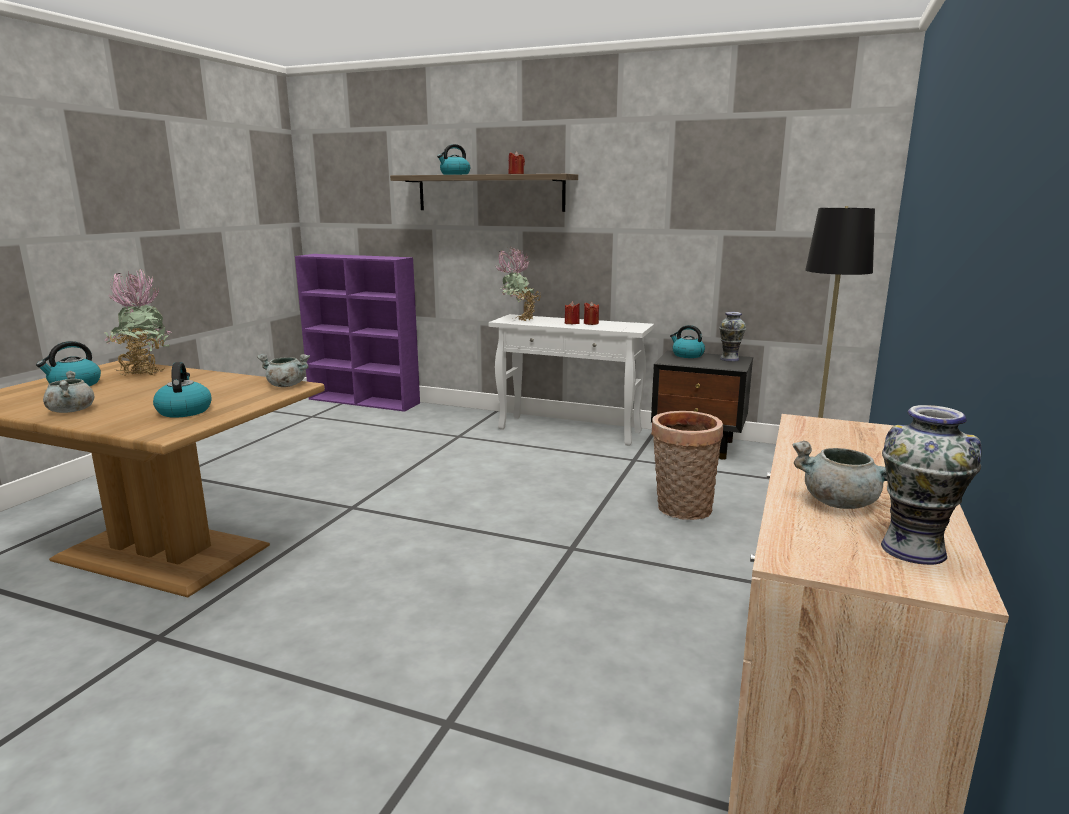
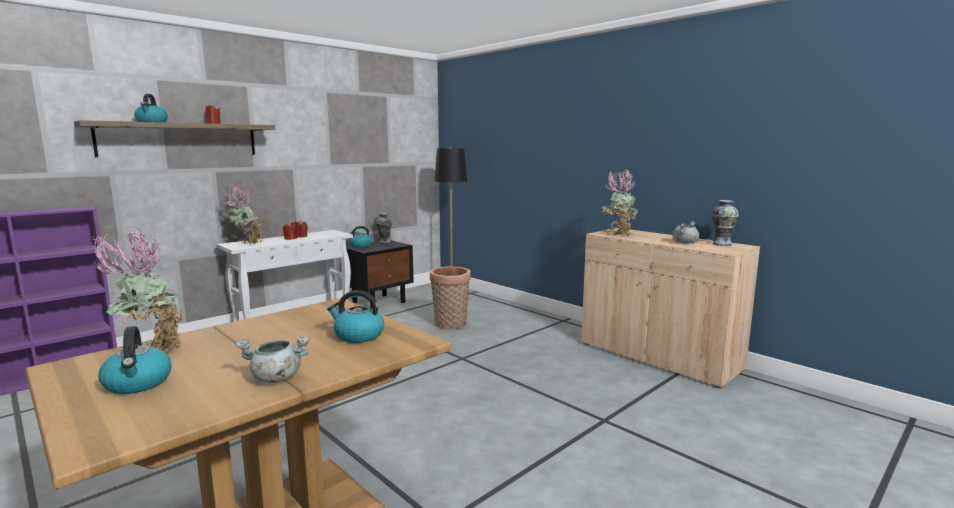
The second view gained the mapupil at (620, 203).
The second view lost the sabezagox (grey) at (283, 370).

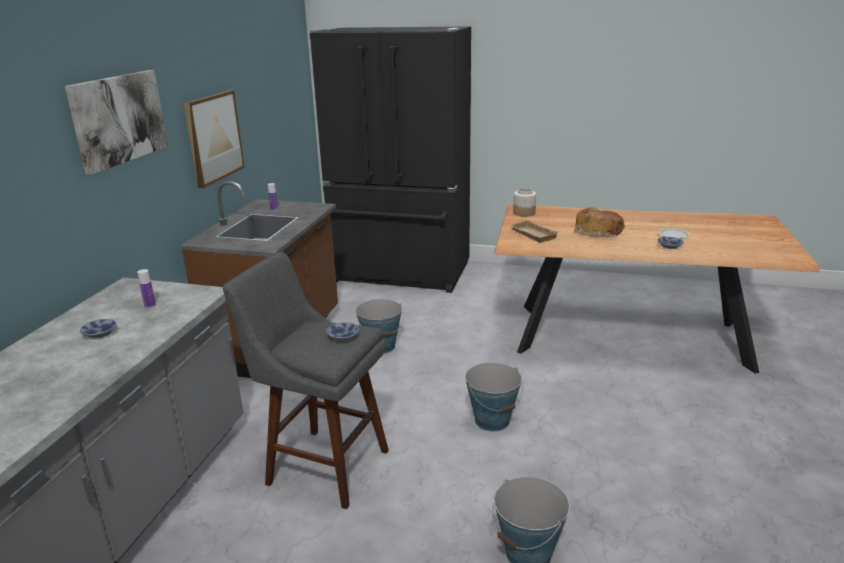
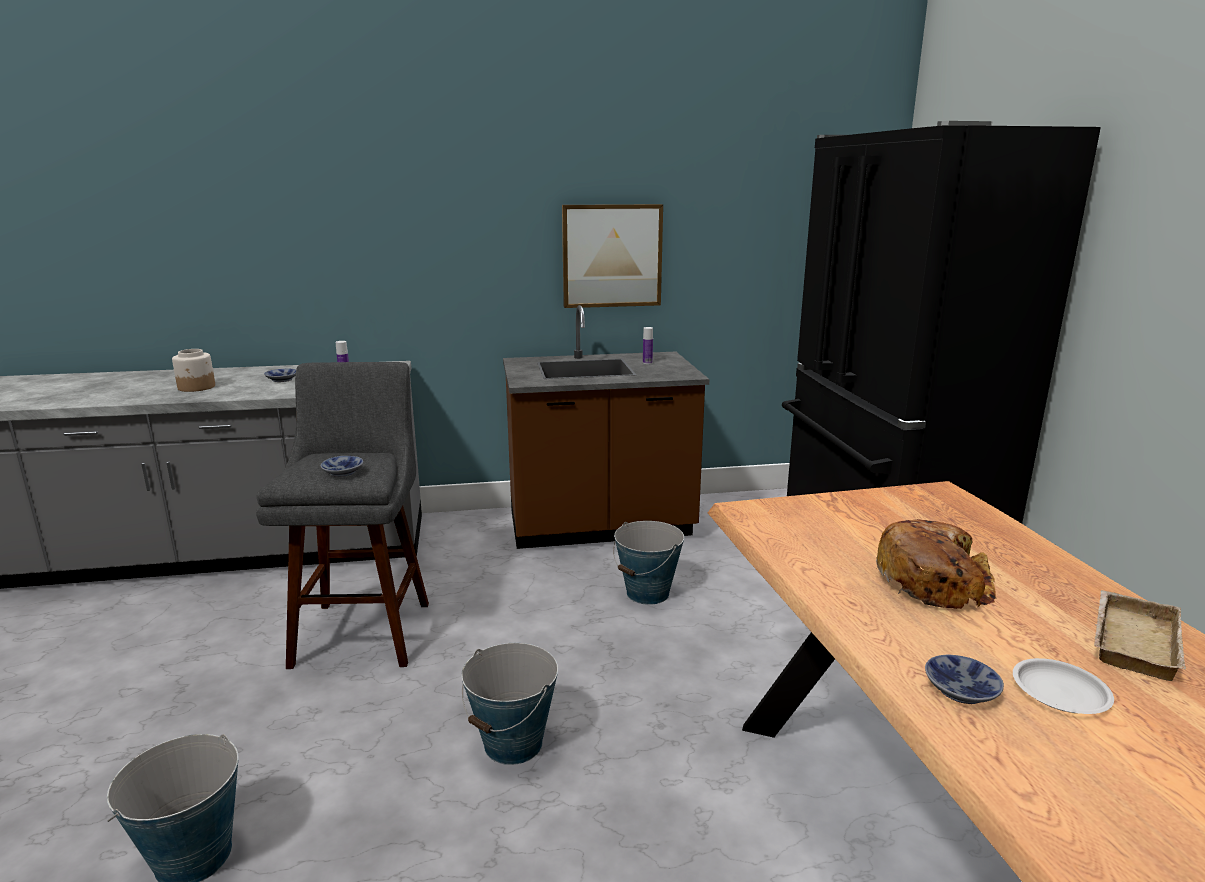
The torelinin ended up elsewhere, having gone from (524, 202) to (193, 370).
The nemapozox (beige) ended up elsewhere, having gone from (534, 231) to (1140, 635).
The second view lost the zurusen at (116, 122).

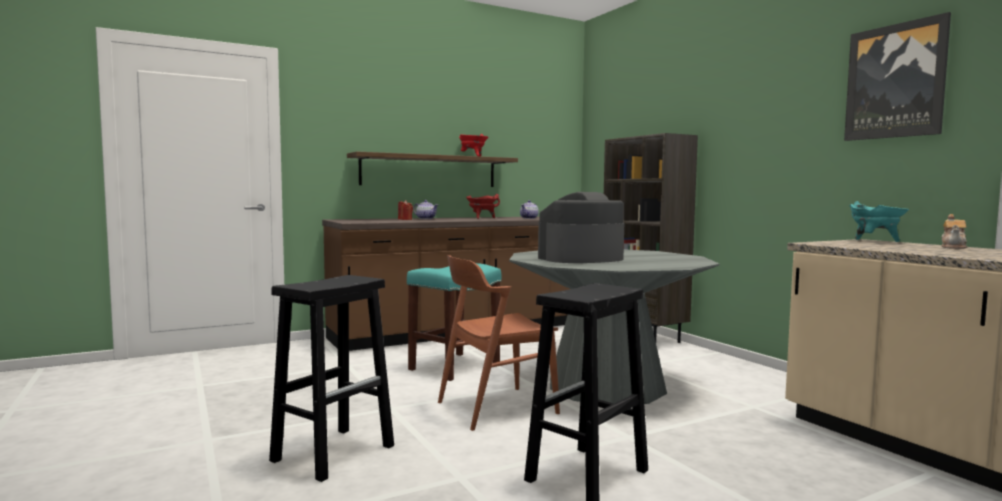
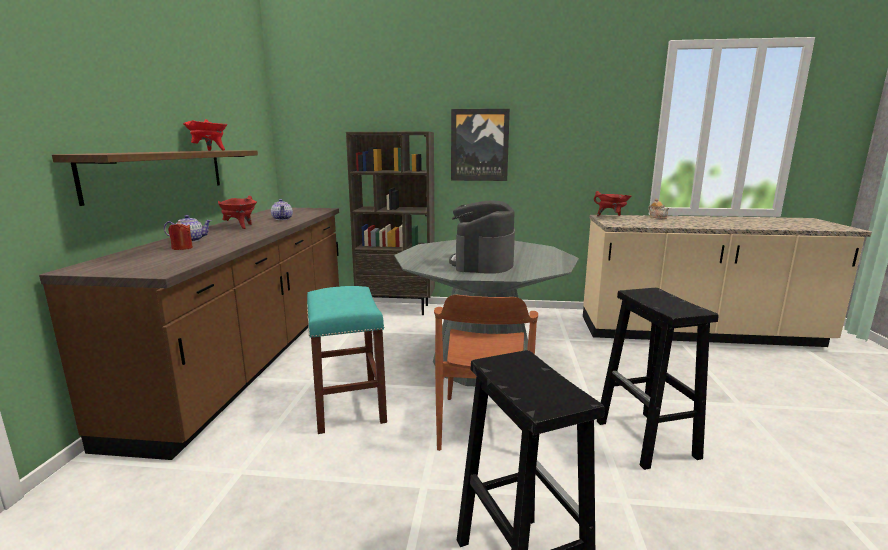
The zurusen ended up elsewhere, having gone from (897, 76) to (480, 145).
What was the sabezagox (turquoise) at (879, 221) turned into the sabezagox (red) at (613, 203).

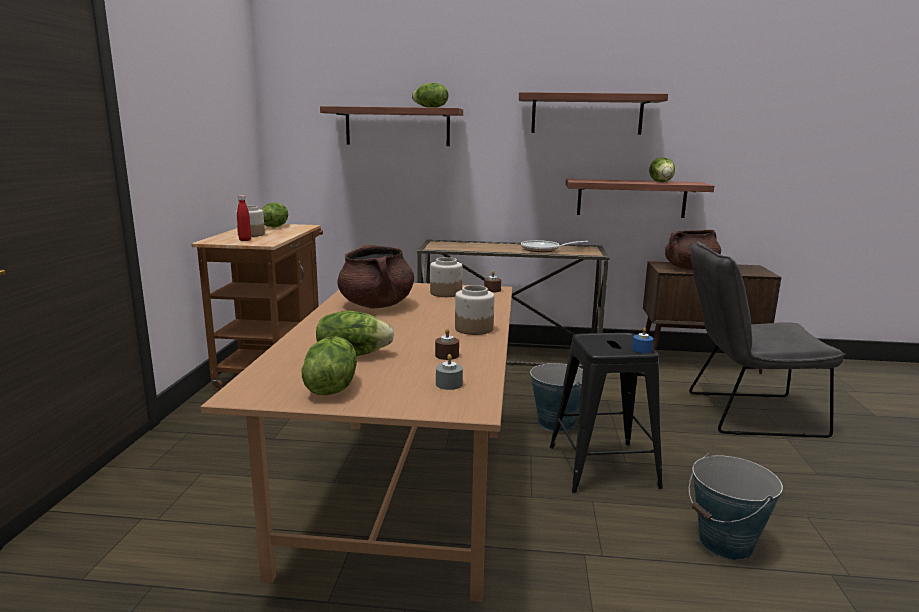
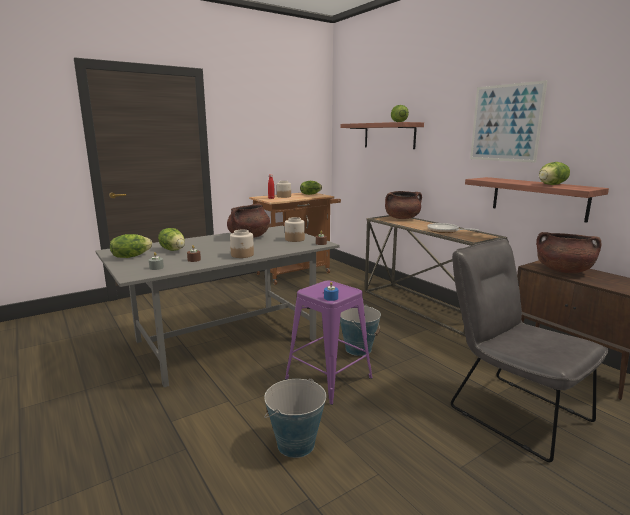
What was the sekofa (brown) at (356, 442) turned into the sekofa (grey) at (217, 306).
What was the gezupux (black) at (606, 413) turned into the gezupux (purple) at (329, 342).
The second view gained the sabezagox (brown) at (403, 205).
Where the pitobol hung at (593, 113), the zurusen came to hang at (509, 121).

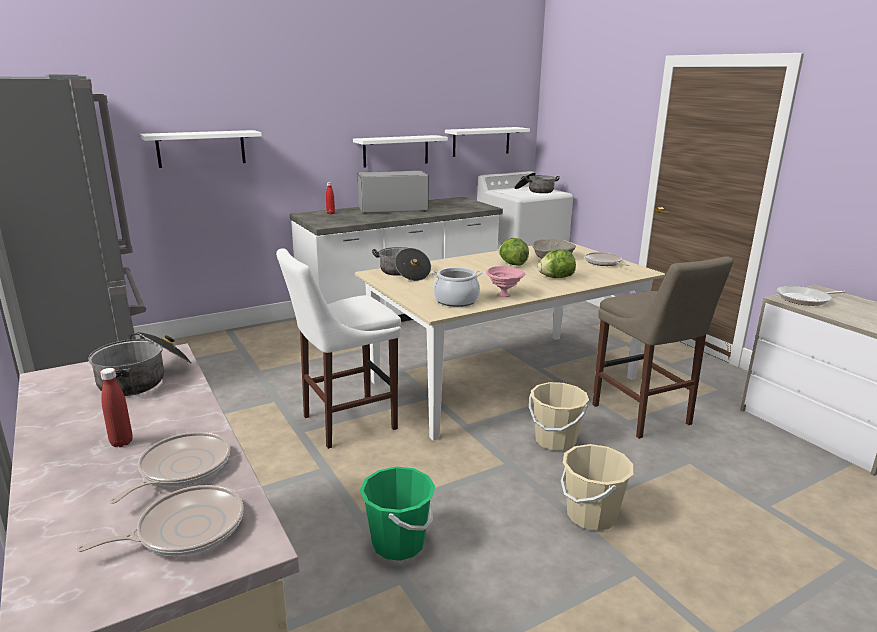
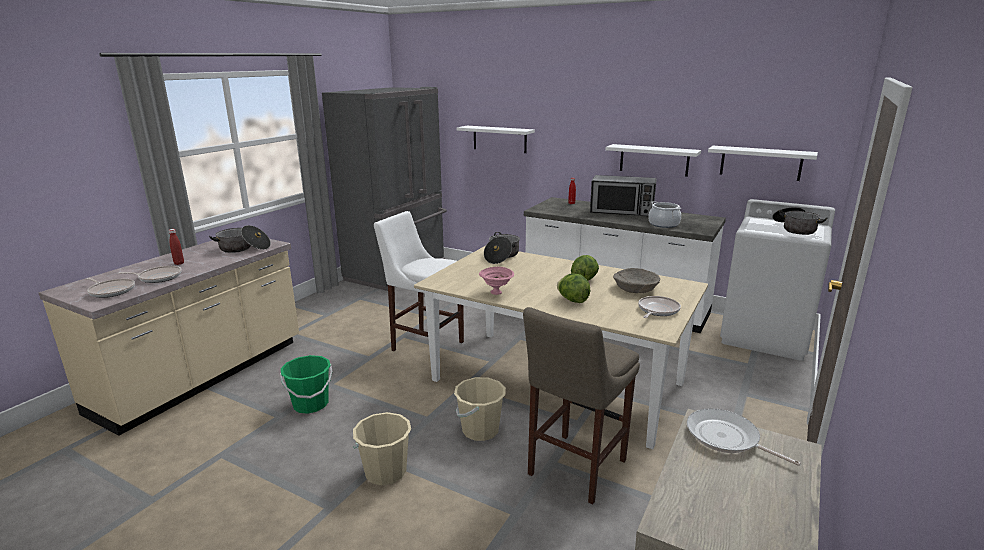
The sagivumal at (393, 192) ended up facing another way, 150 degrees clockwise from before.
The sabezagox ended up elsewhere, having gone from (457, 287) to (664, 214).

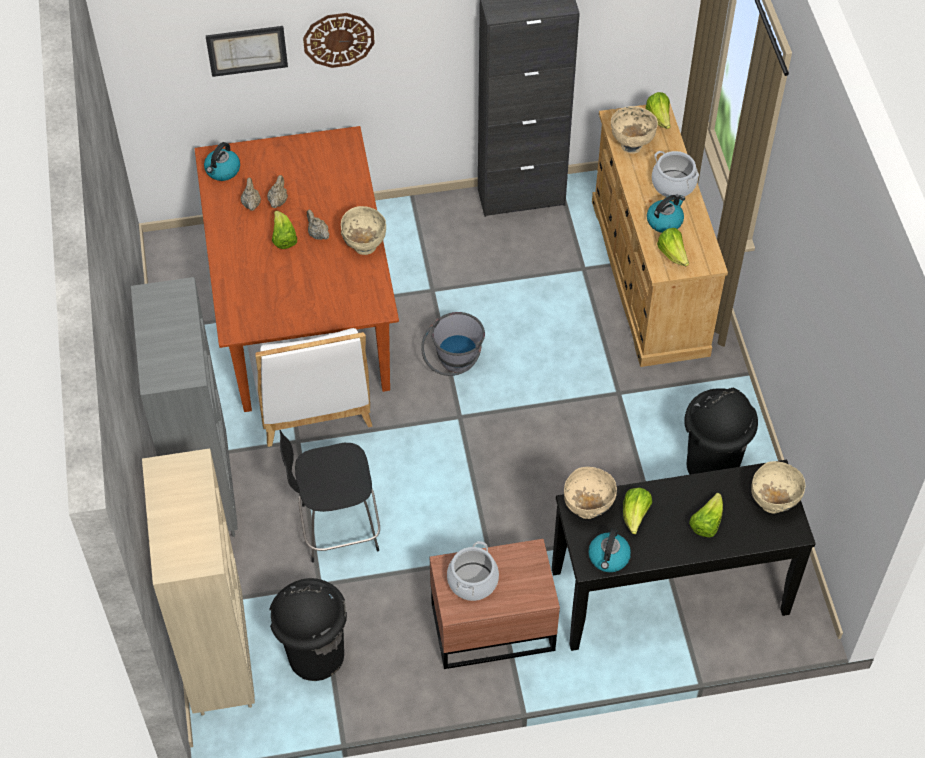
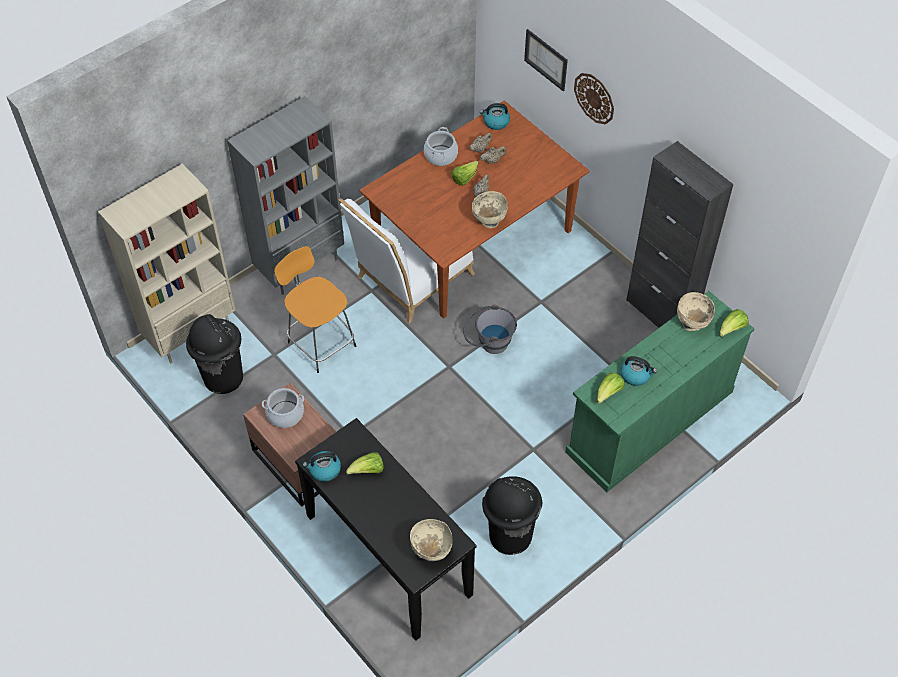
What was the gezupux (black) at (329, 496) turned into the gezupux (orange) at (315, 309).
The sabezagox ended up elsewhere, having gone from (675, 174) to (441, 146).
What was the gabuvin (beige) at (660, 235) turned into the gabuvin (green) at (659, 392).
The second view lost the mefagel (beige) at (590, 493).
The second view lost the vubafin at (706, 515).

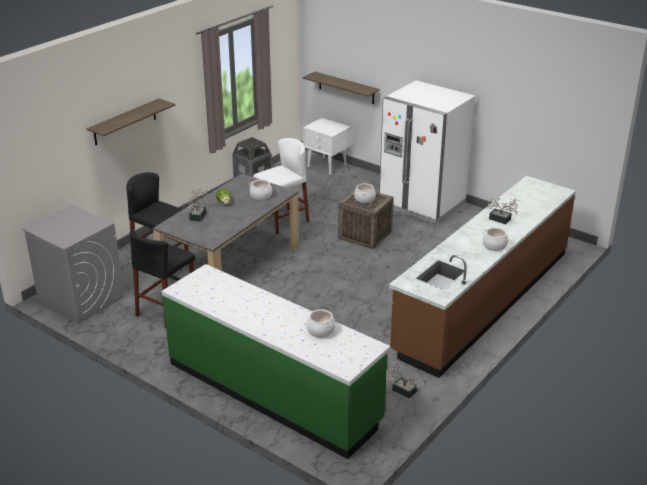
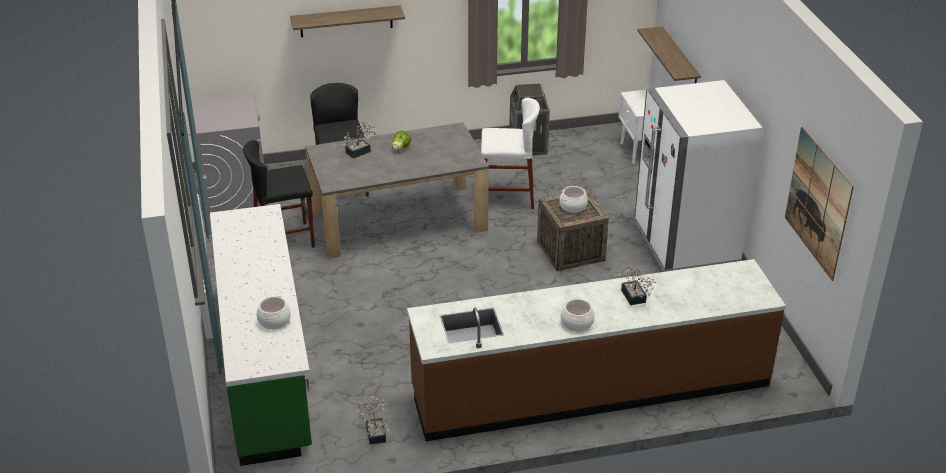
The second view gained the zurusen at (819, 204).
The second view lost the sabezagox at (260, 189).

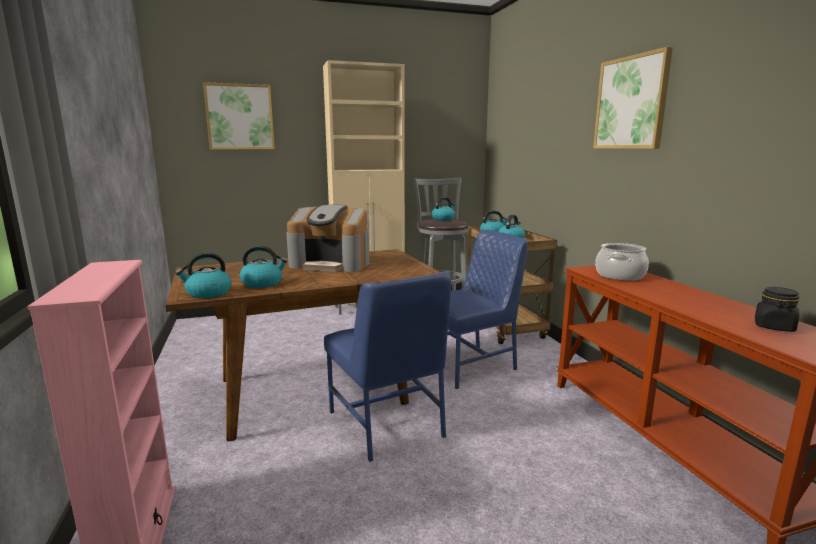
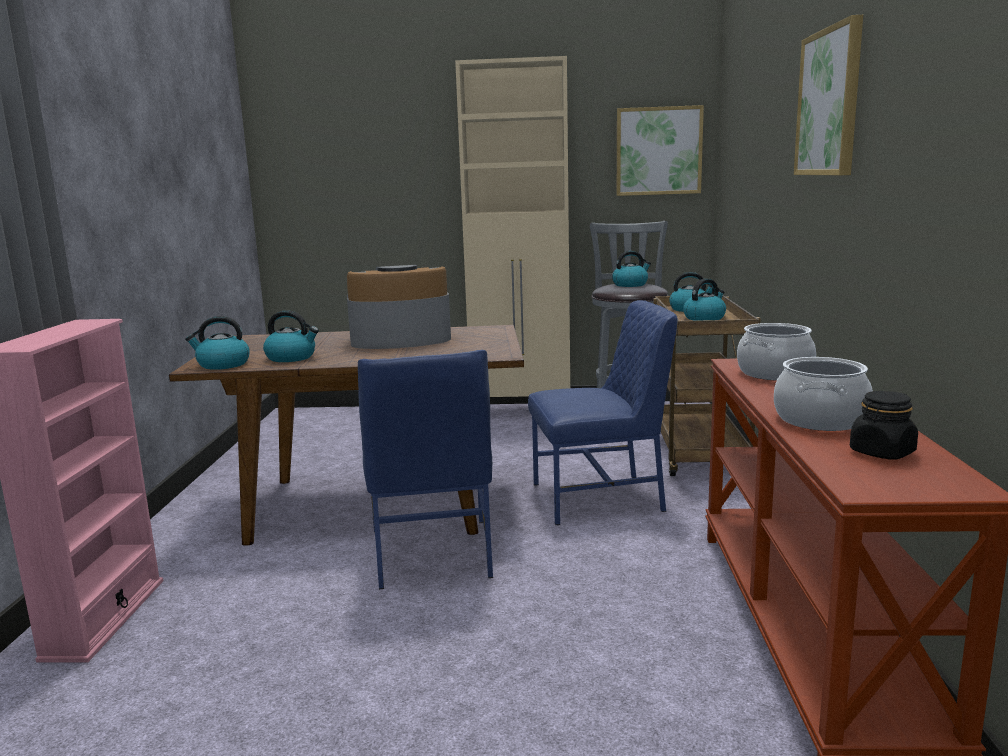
The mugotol at (327, 238) ended up facing another way, 135 degrees clockwise from before.
The zurusen ended up elsewhere, having gone from (239, 115) to (660, 150).
The second view gained the sabezagox at (823, 394).

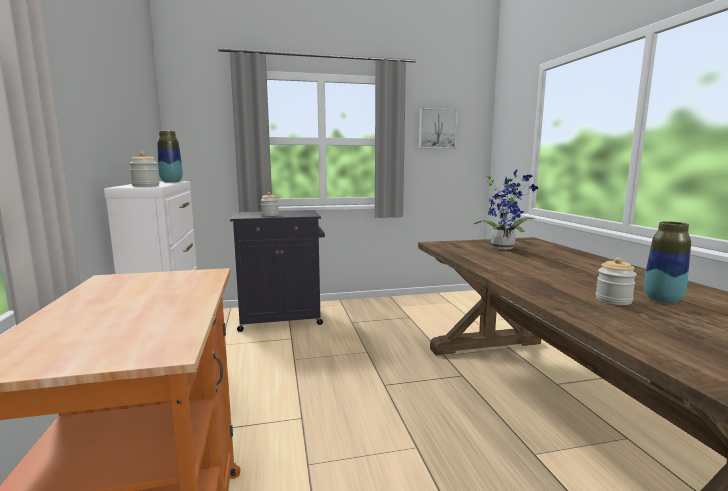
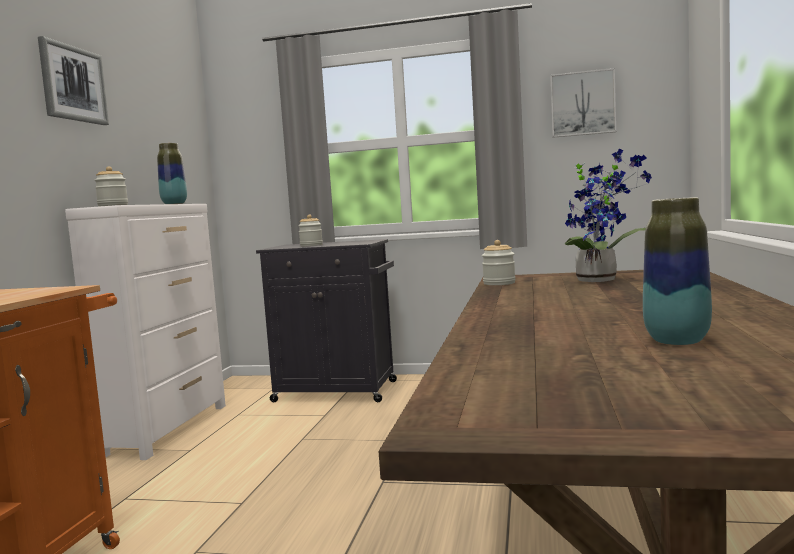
The second view gained the zurusen at (73, 80).
The torelinin ended up elsewhere, having gone from (616, 281) to (499, 262).

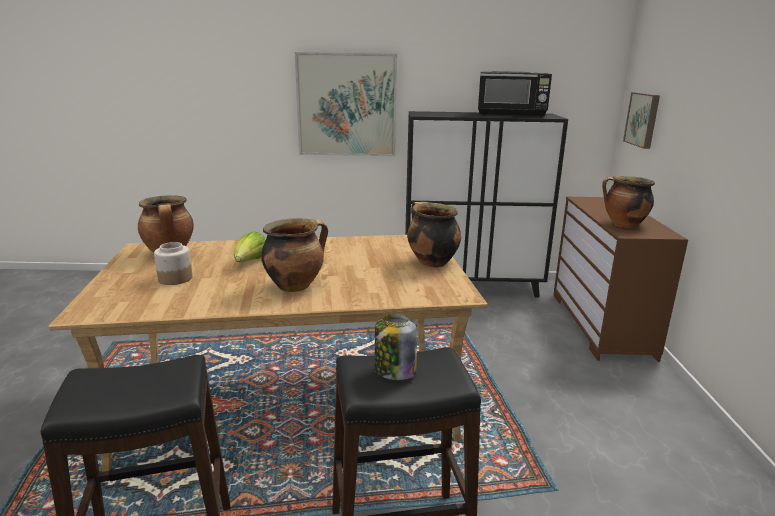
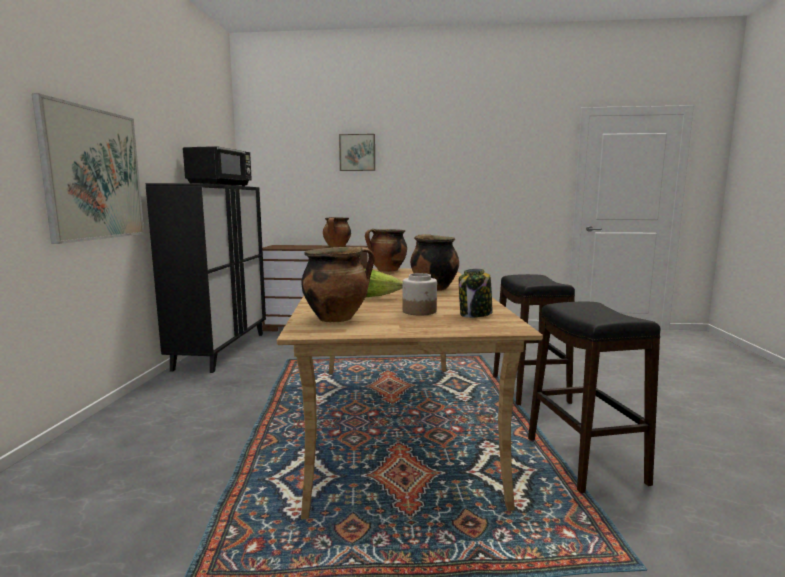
The zurusen ended up elsewhere, having gone from (641, 120) to (357, 152).
The torelinin ended up elsewhere, having gone from (396, 347) to (476, 293).

